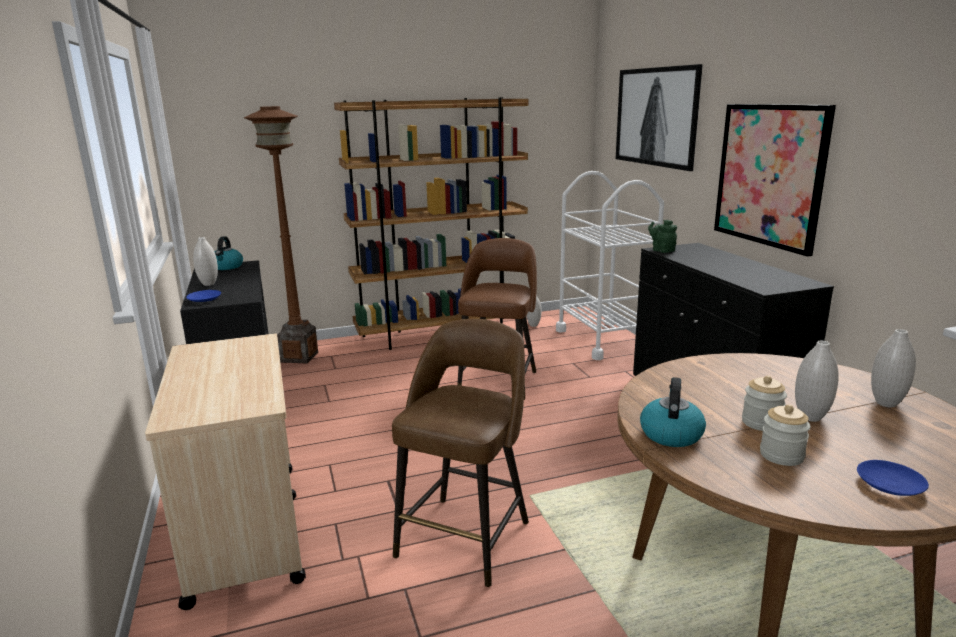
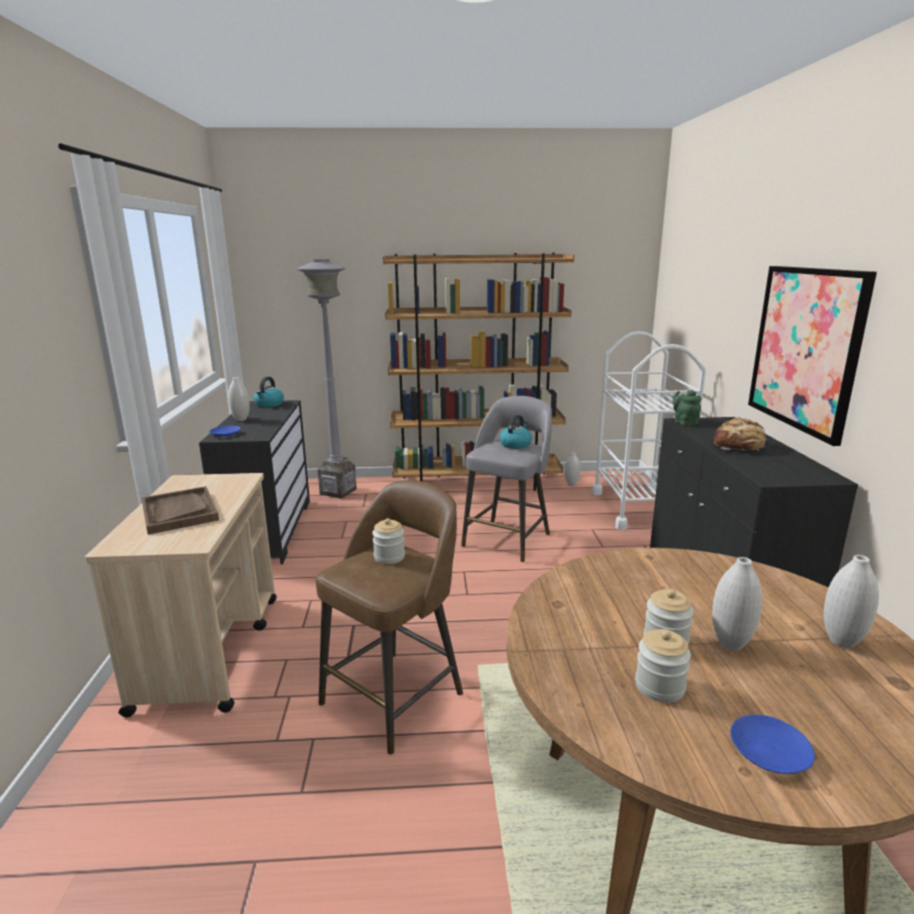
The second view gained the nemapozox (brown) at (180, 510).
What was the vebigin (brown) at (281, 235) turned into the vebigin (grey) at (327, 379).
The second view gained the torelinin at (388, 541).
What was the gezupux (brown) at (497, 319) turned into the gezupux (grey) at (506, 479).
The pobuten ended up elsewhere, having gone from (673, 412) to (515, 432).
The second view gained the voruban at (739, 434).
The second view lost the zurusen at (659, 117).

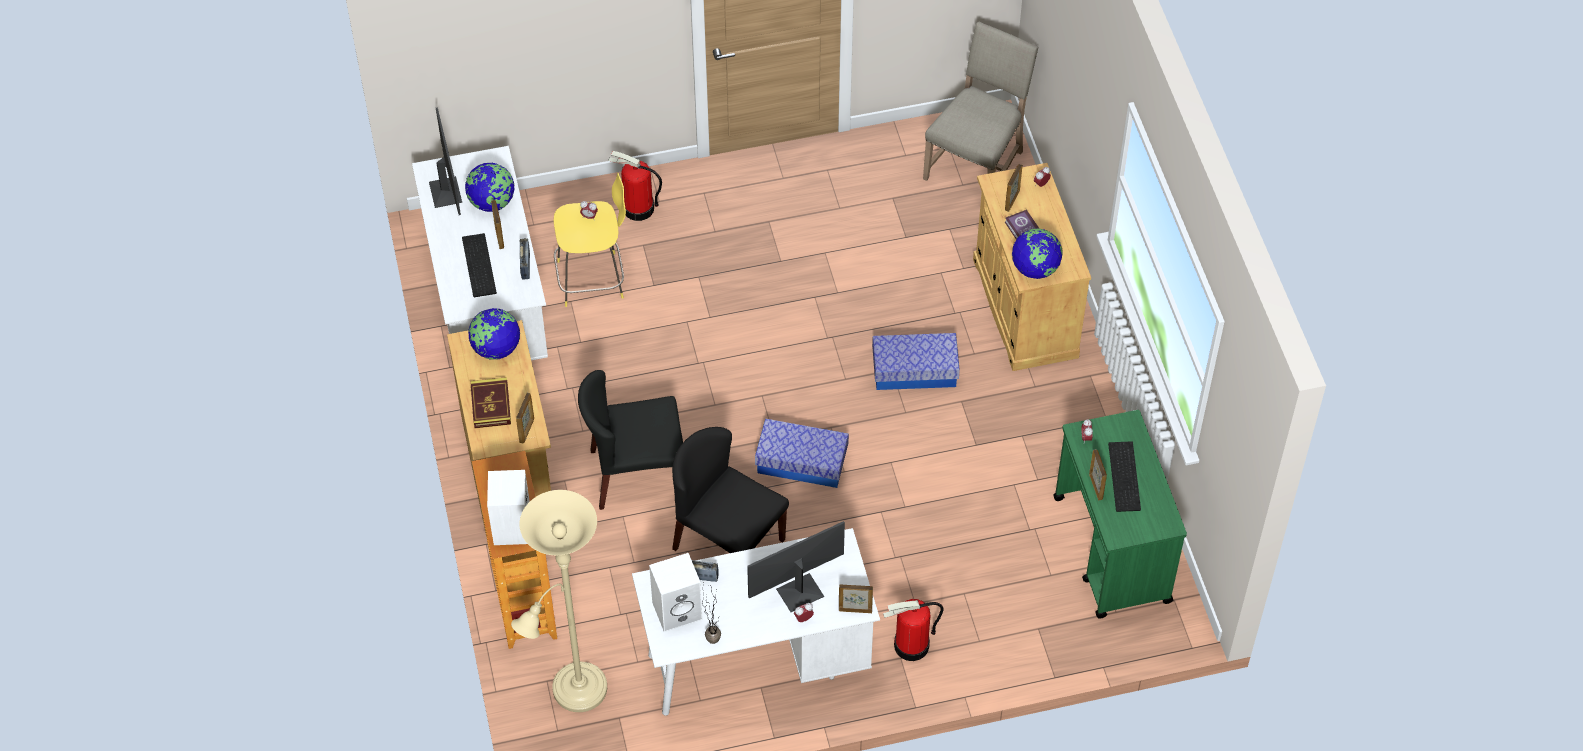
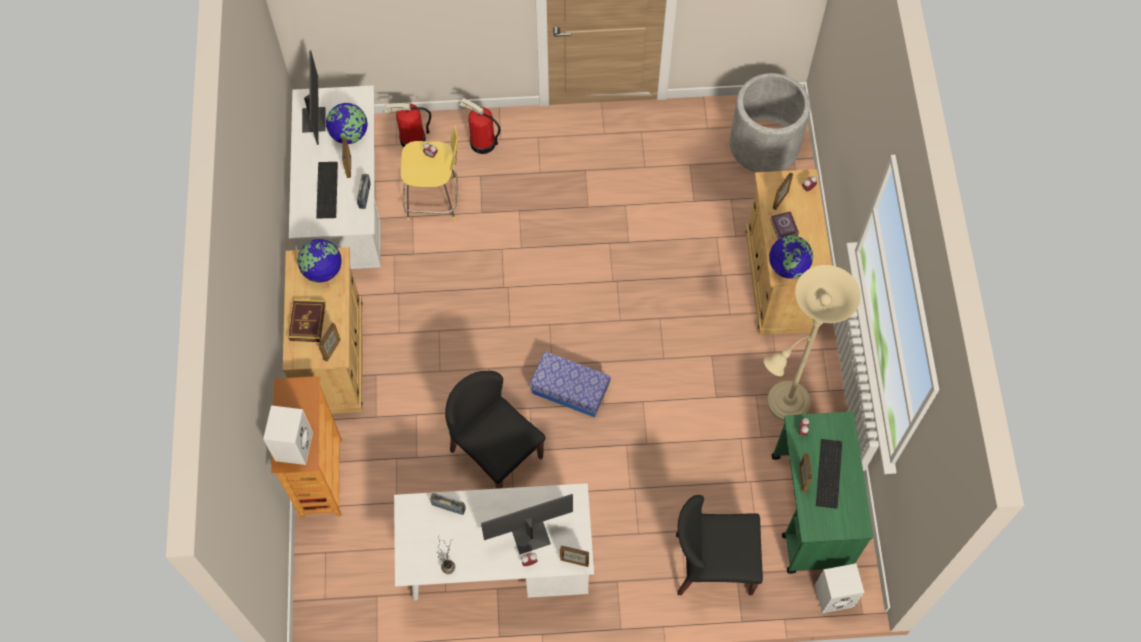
The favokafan ended up elsewhere, having gone from (913, 630) to (407, 125).
The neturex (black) ended up elsewhere, having gone from (630, 440) to (719, 545).
Where the neturex (beige) stood at (980, 101), the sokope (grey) came to stand at (770, 122).
The vebigin (beige) ended up elsewhere, having gone from (559, 601) to (812, 343).
The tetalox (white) ended up elsewhere, having gone from (676, 592) to (839, 588).
The second view lost the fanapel at (916, 361).

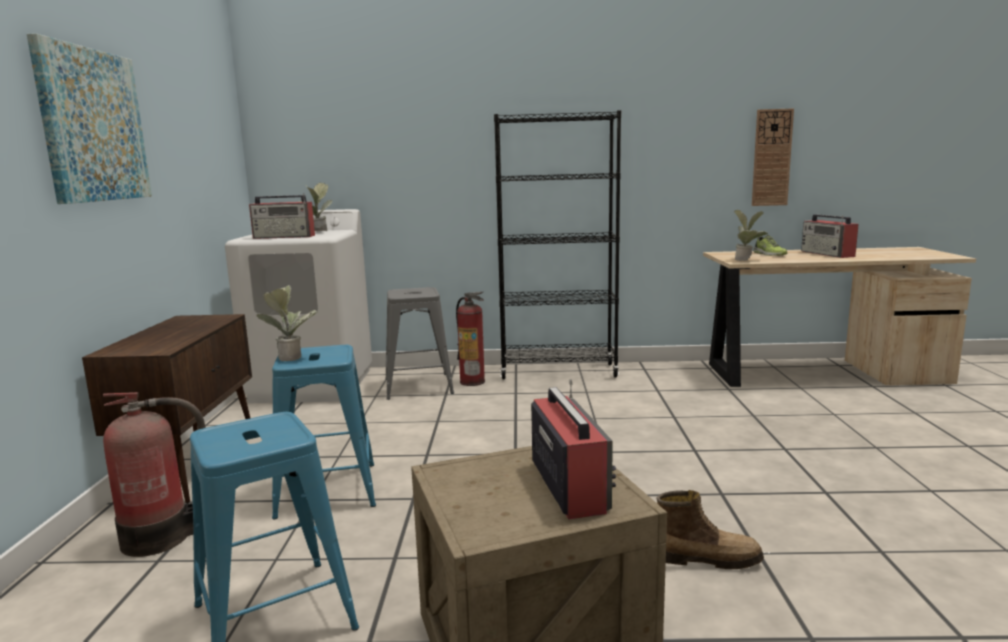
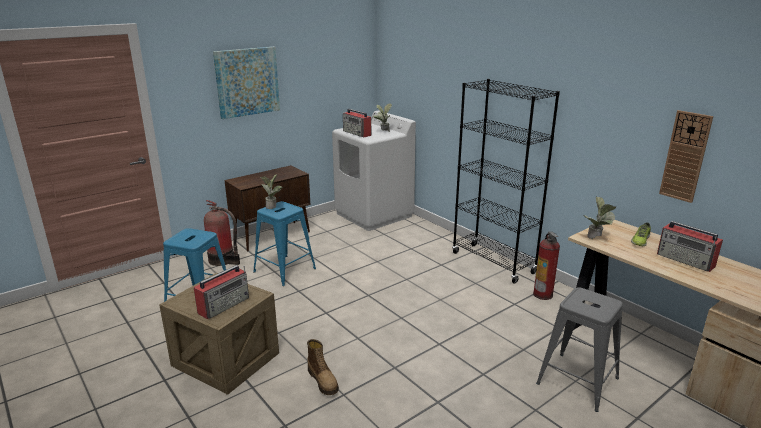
The favokafan ended up elsewhere, having gone from (470, 339) to (546, 266).
The gezupux (grey) ended up elsewhere, having gone from (419, 343) to (579, 349).
The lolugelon at (829, 236) ended up facing another way, 75 degrees counterclockwise from before.

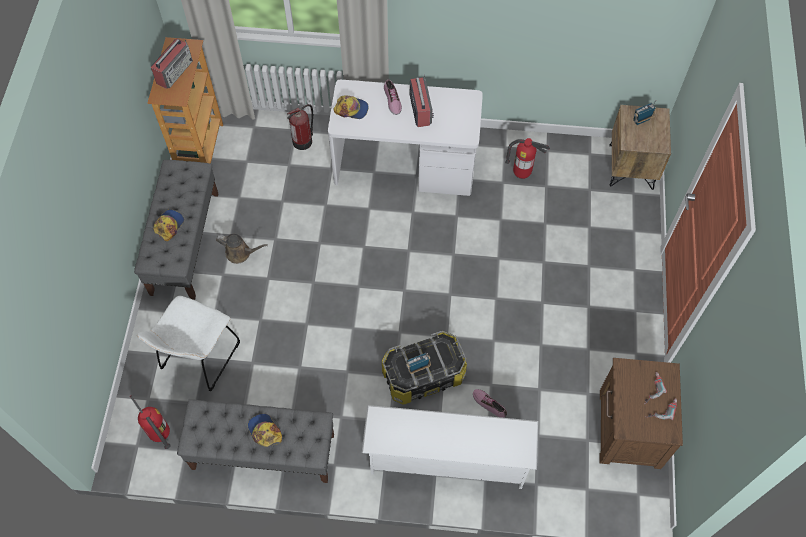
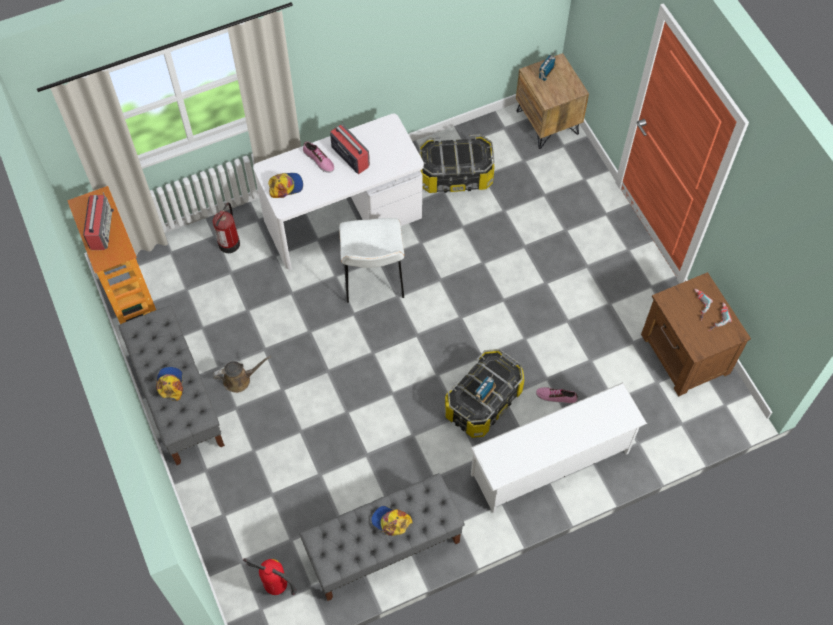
The neturex (white) ended up elsewhere, having gone from (188, 343) to (371, 260).
Where the favokafan stood at (527, 158), the fanapel came to stand at (457, 163).

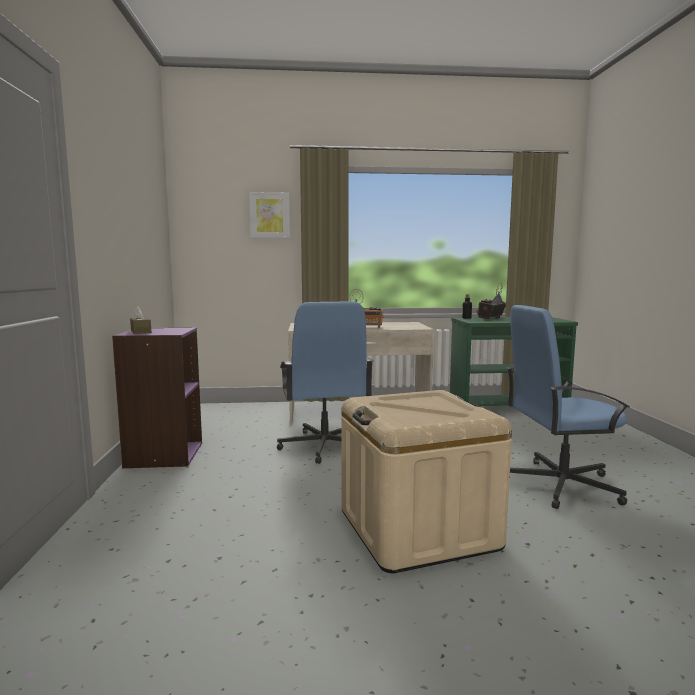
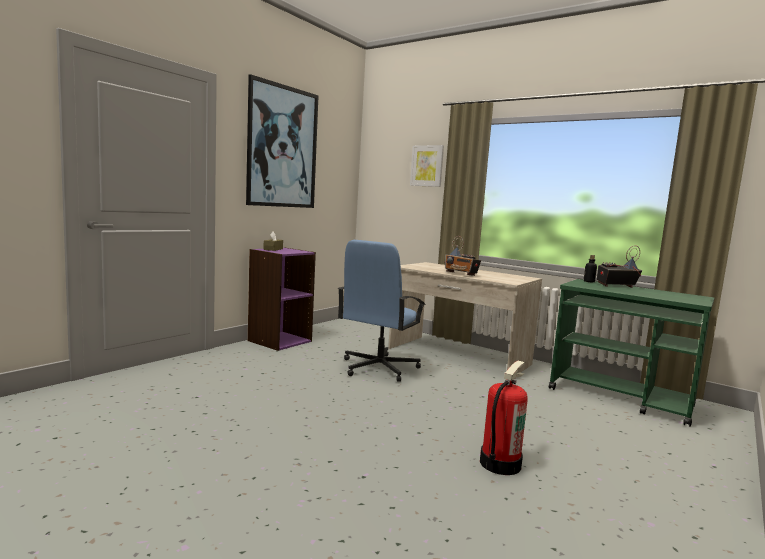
The second view gained the zurusen at (282, 141).
Where the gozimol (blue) stood at (568, 407), the favokafan came to stand at (504, 418).
The second view lost the fanapel (beige) at (426, 481).

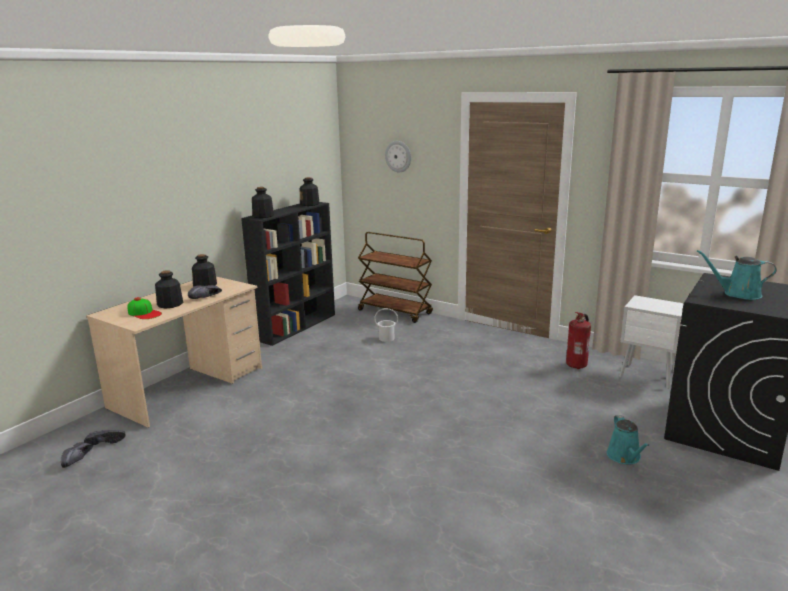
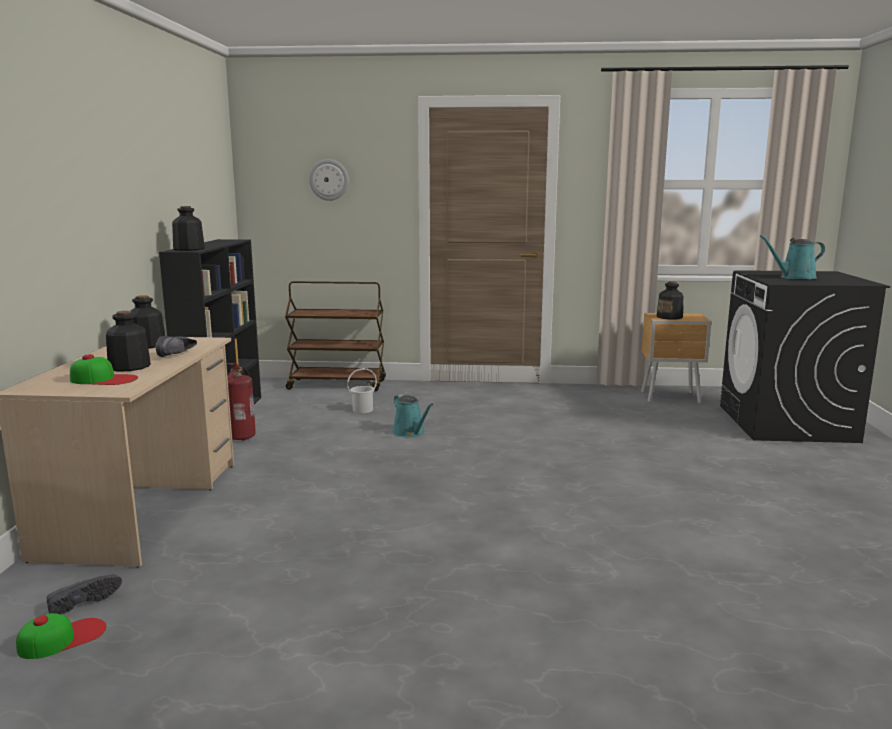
Where the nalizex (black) stood at (77, 455), the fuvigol came to stand at (61, 636).
The favokafan ended up elsewhere, having gone from (578, 340) to (241, 402).
The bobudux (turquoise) ended up elsewhere, having gone from (628, 439) to (413, 415).
What was the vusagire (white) at (651, 342) turned into the vusagire (brown) at (676, 358).
The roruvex ended up elsewhere, having gone from (309, 191) to (670, 301).

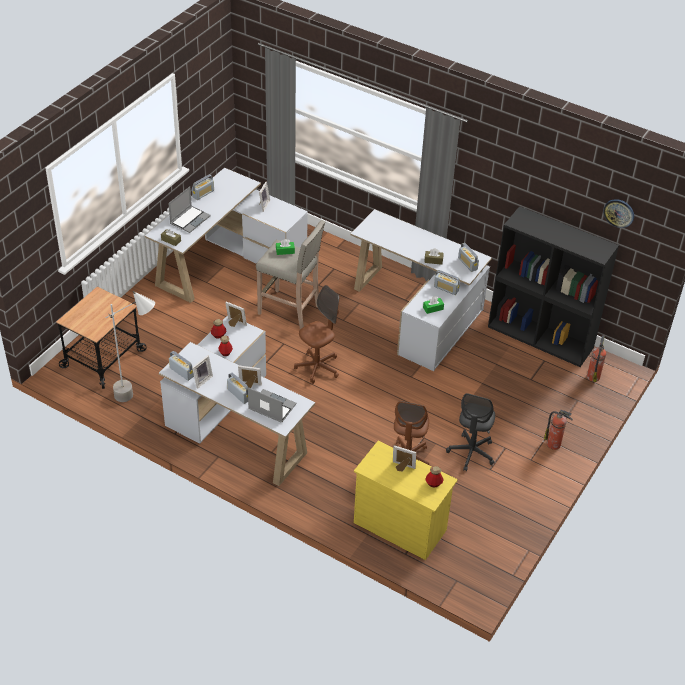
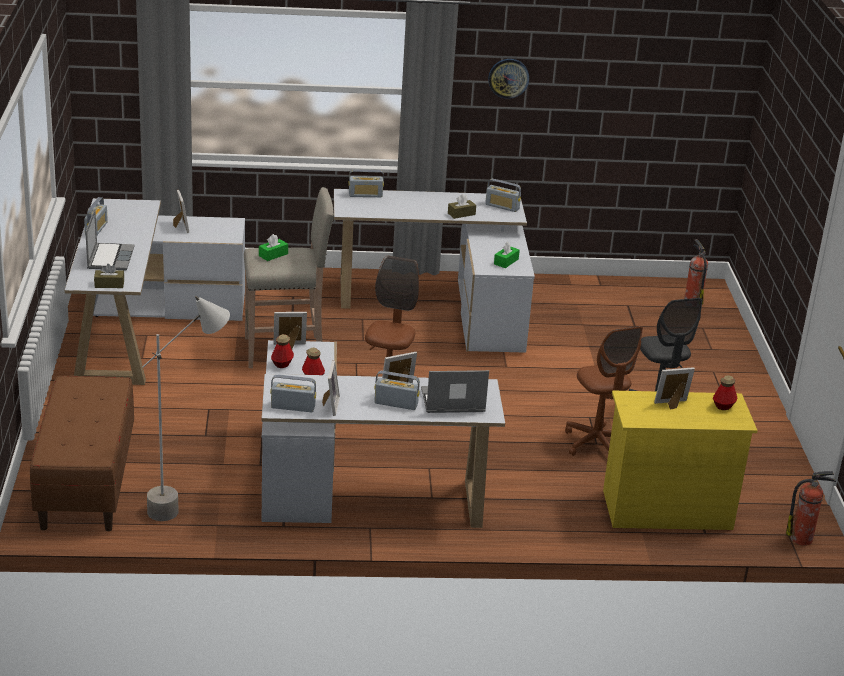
Where the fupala stood at (101, 338), the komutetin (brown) came to stand at (82, 453).
The lolugelon ended up elsewhere, having gone from (447, 282) to (366, 183).
The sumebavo ended up elsewhere, having gone from (618, 213) to (508, 79).
The favokafan ended up elsewhere, having gone from (558, 430) to (811, 508).
The second view lost the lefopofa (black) at (553, 286).

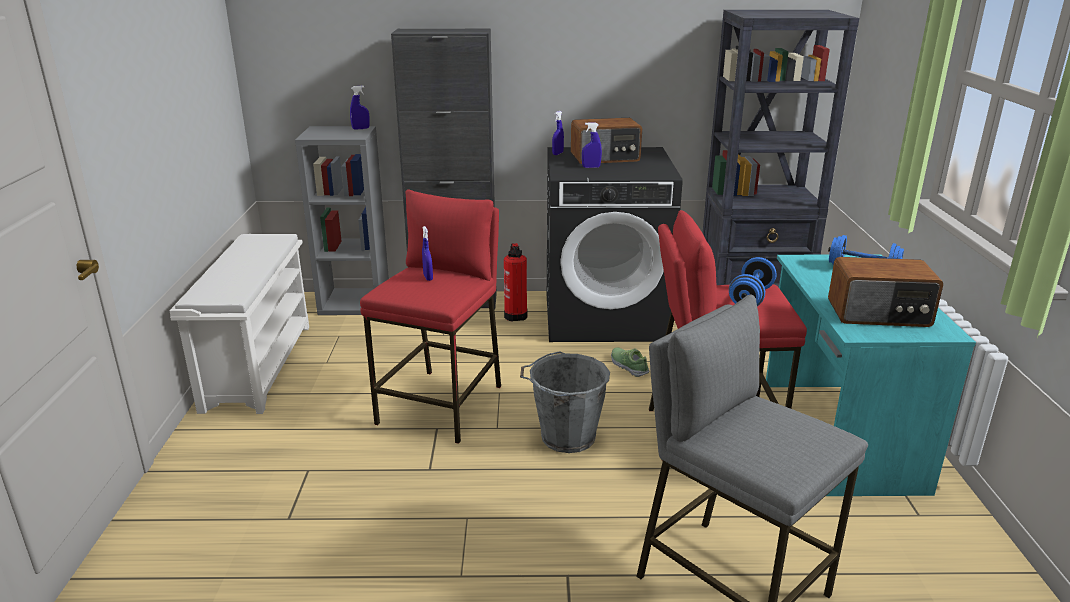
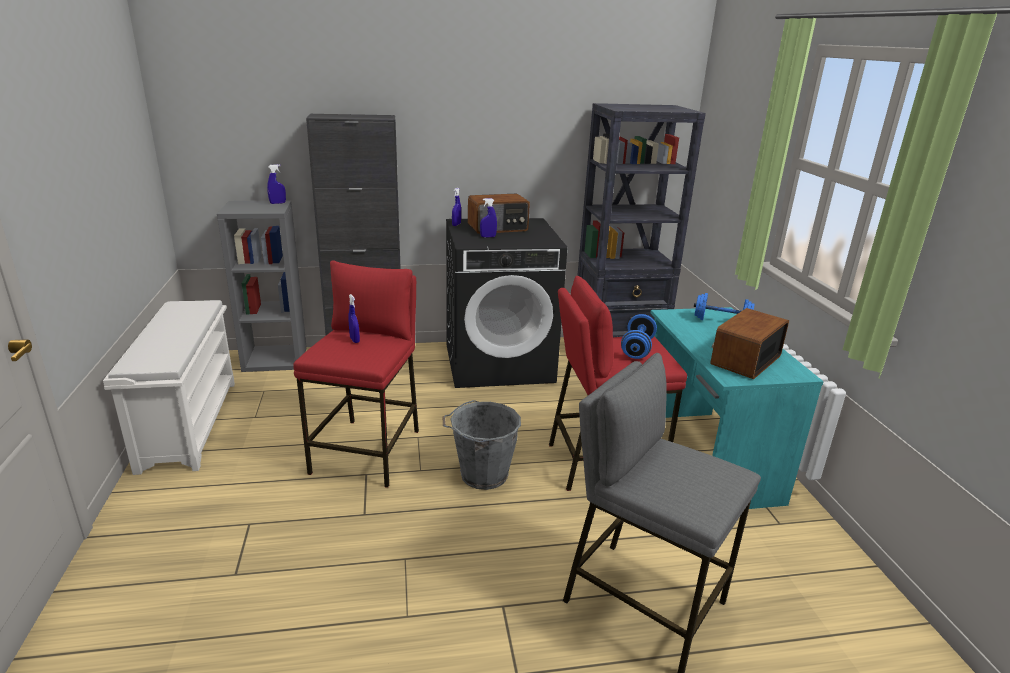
The lolugelon at (885, 292) ended up facing another way, 135 degrees clockwise from before.
The second view lost the favokafan at (515, 282).
The second view lost the nalizex at (630, 362).

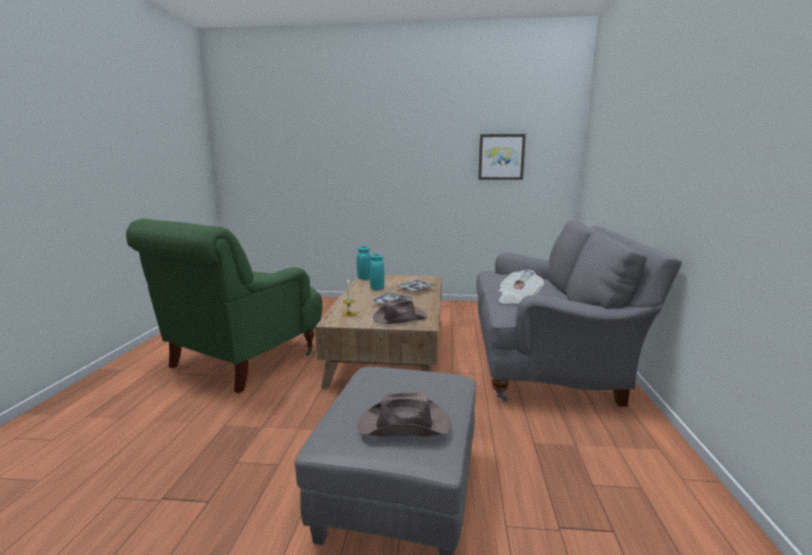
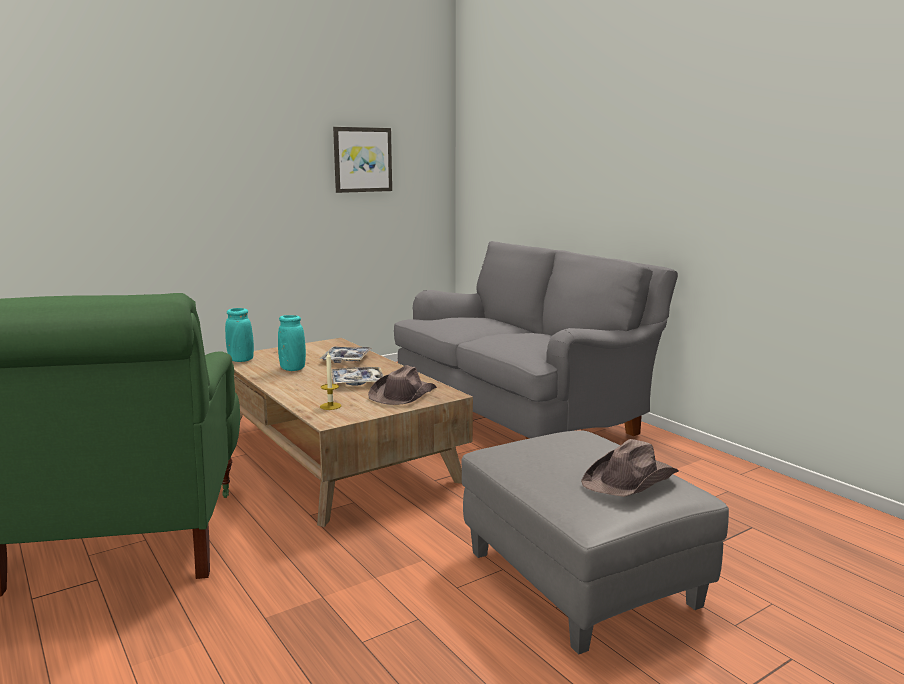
The second view lost the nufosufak at (521, 287).

